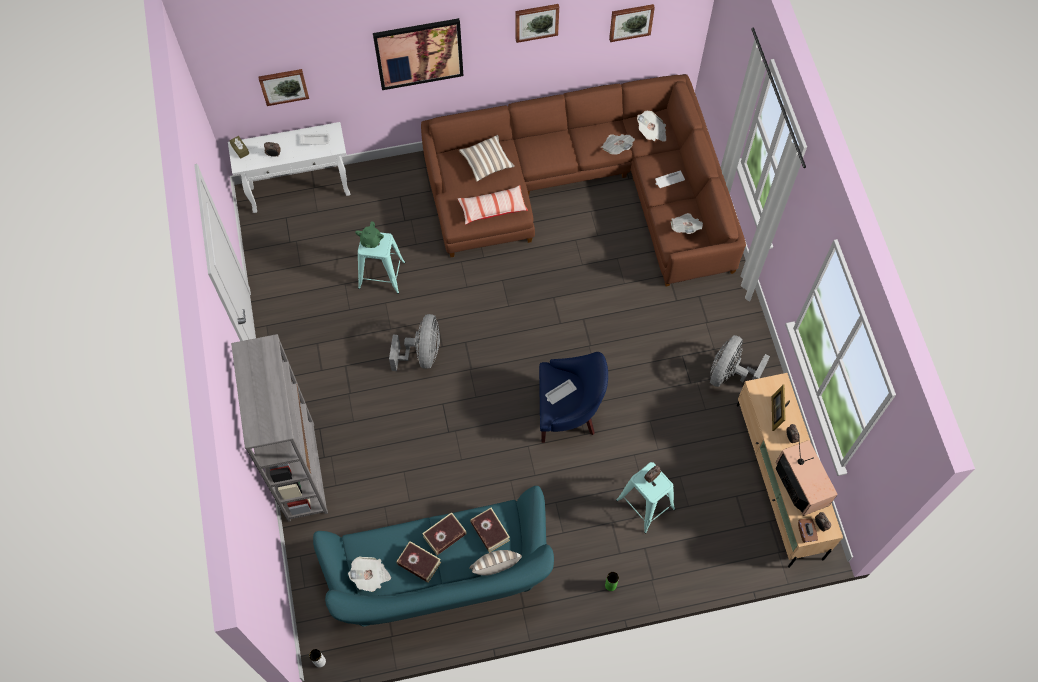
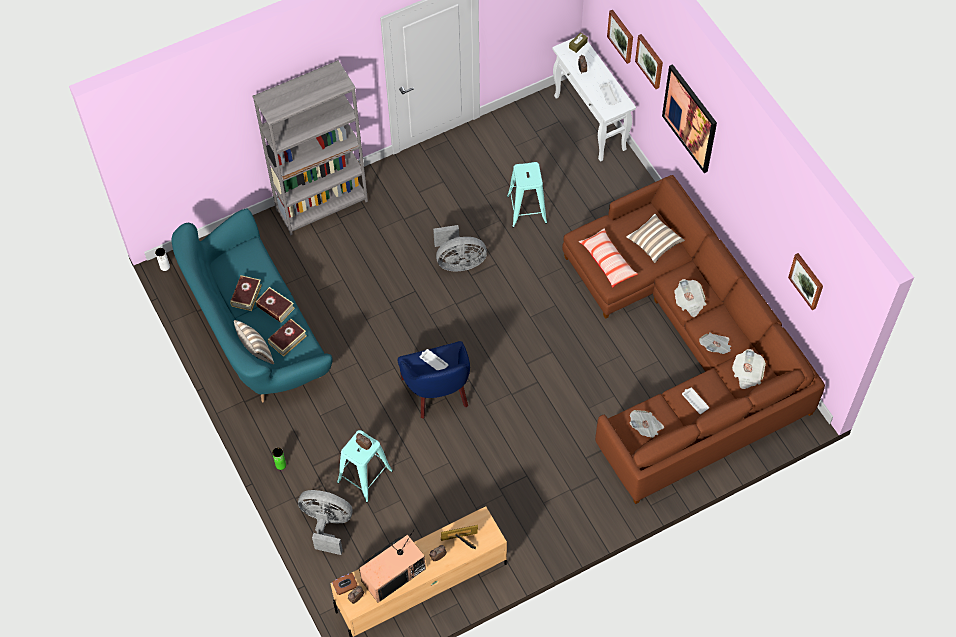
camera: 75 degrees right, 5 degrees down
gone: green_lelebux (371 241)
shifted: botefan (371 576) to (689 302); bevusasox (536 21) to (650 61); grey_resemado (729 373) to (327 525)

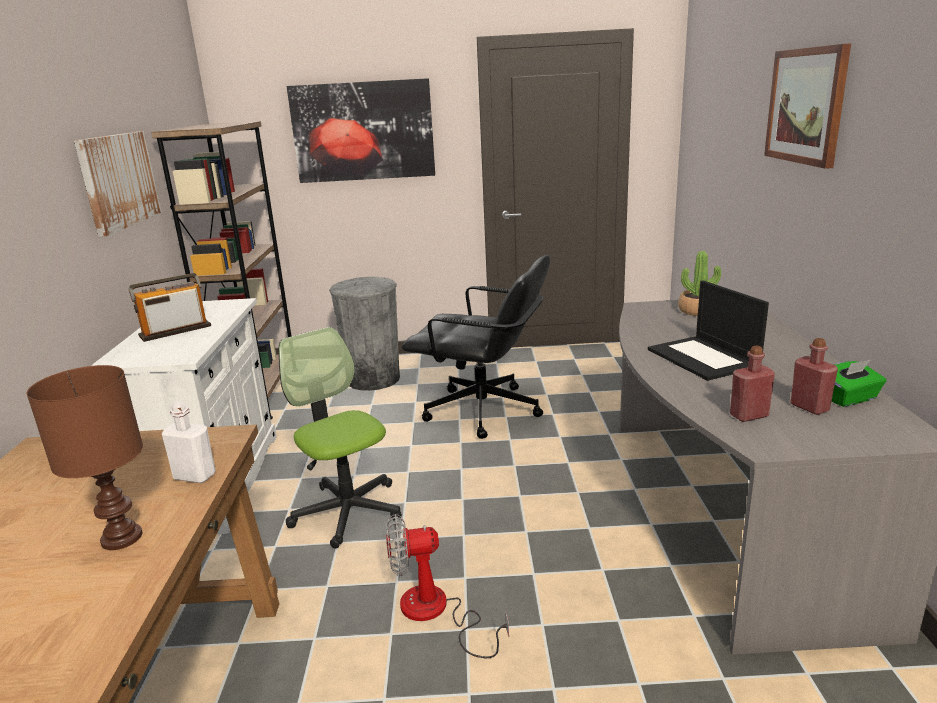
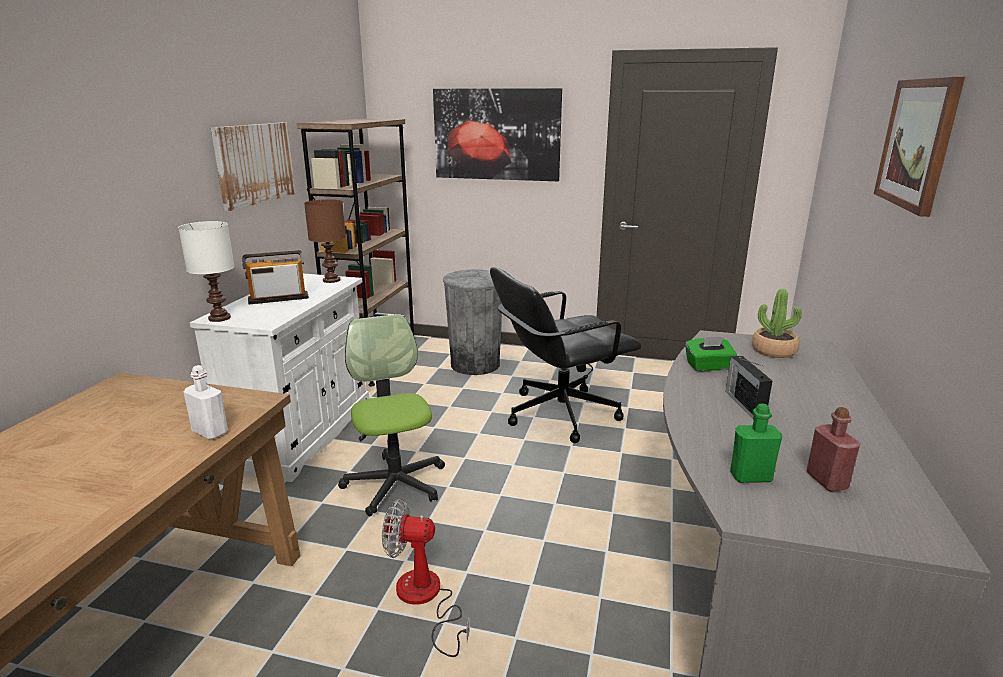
camera: 15 degrees right, 0 degrees up
new: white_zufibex (218 318)
shifted: brown_zufibex (123 537) to (332 280); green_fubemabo (849 398) to (708 367)
swapped: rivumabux (704 358) to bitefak (744 404)
repainted: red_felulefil (749 415) to green_felulefil (750 477)
rotated: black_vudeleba (483 411) = (559 413) 120 degrees clockwise

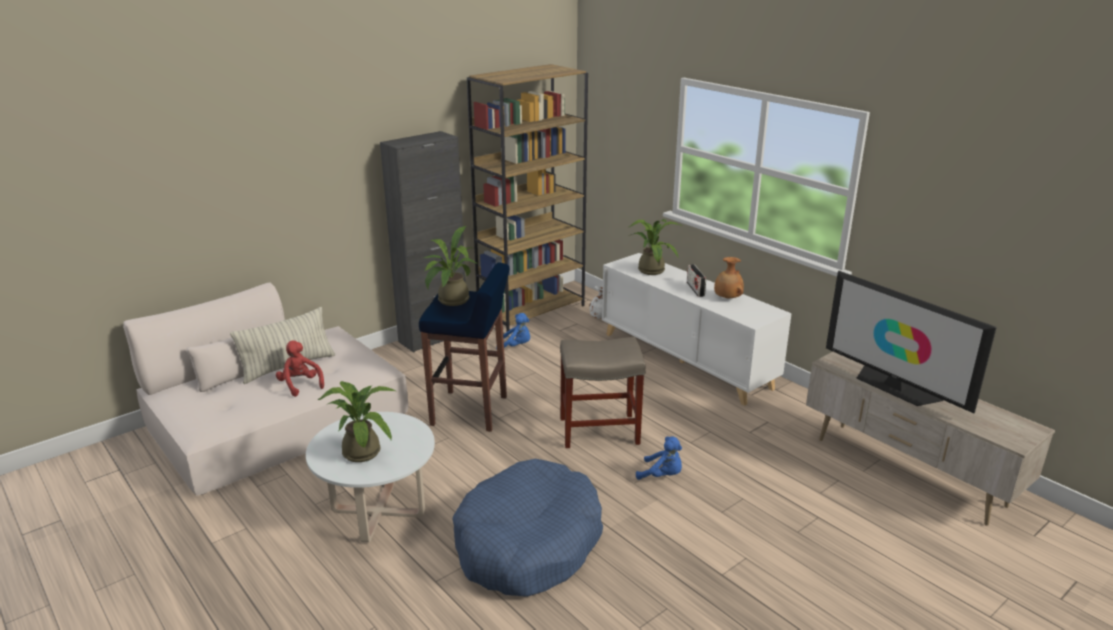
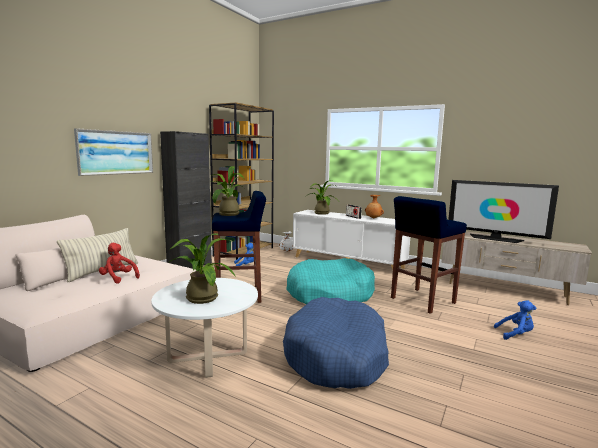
camera: 20 degrees left, 15 degrees down
new: bevusasox (116 152); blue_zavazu (422 301)
shifted: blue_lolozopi (662 475) to (515 334)
swapped: beige_zavazu (600 430) to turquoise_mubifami (329 294)

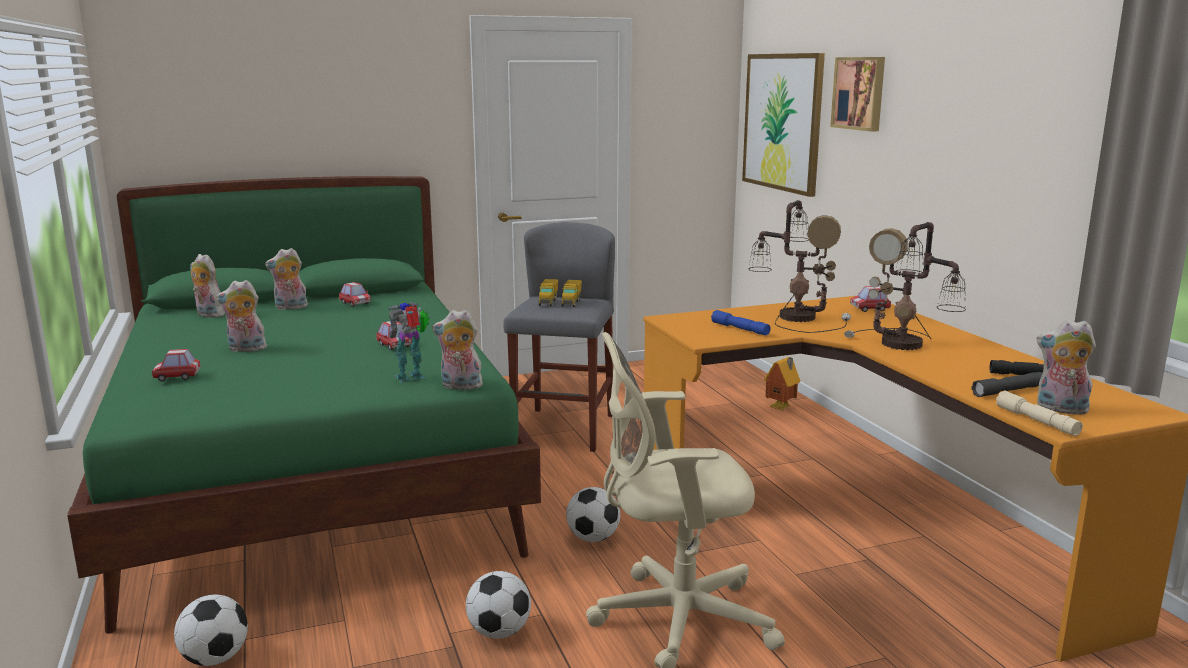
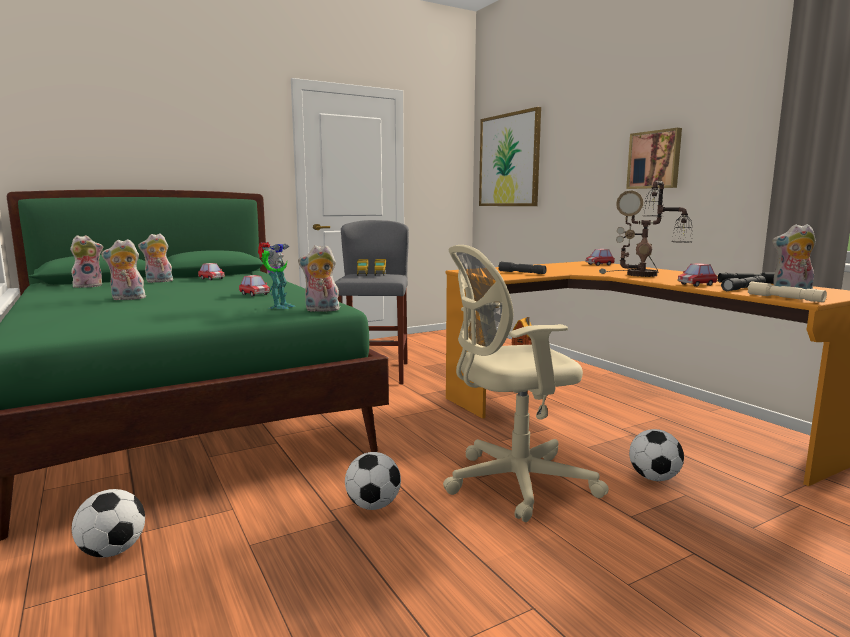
camera: 10 degrees left, 5 degrees down
gone: zufibex (795 317)
shifted: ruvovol (177 376) to (696 284); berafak (593 538) to (654 478); bevusasox (860 93) to (655 160)
repainted: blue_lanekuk (740 329) to grey_lanekuk (522 273)
rotated: lolozopi (208 315) = (88 286) 120 degrees clockwise; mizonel (411 377) = (278 307) 150 degrees clockwise

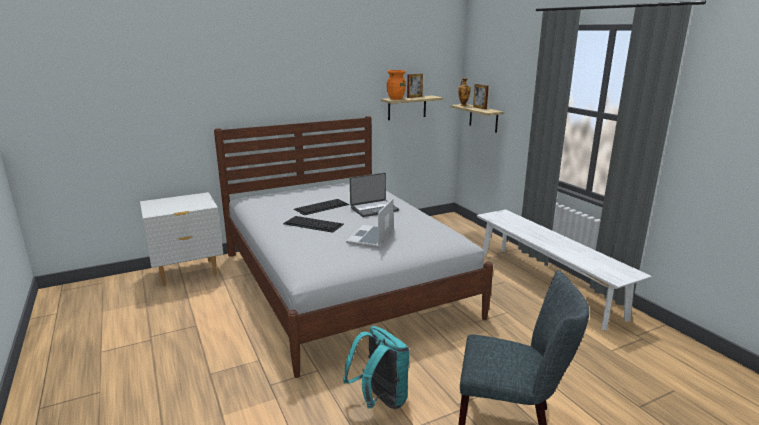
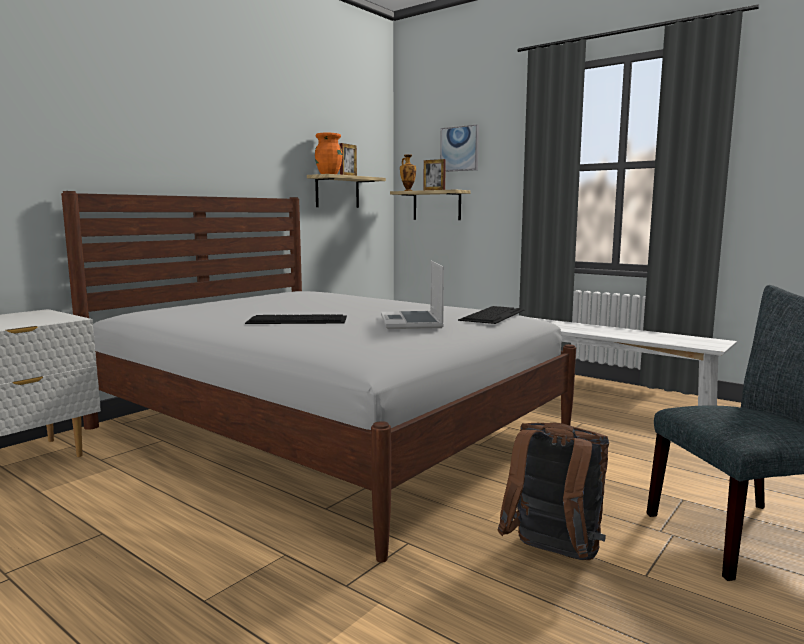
camera: 25 degrees left, 10 degrees down
gone: rivumabux (374 209)
new: bevusasox (459 149)
shifted: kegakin (322 206) to (492 315)
repainted: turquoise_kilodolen (380 400) to brown_kilodolen (552 555)

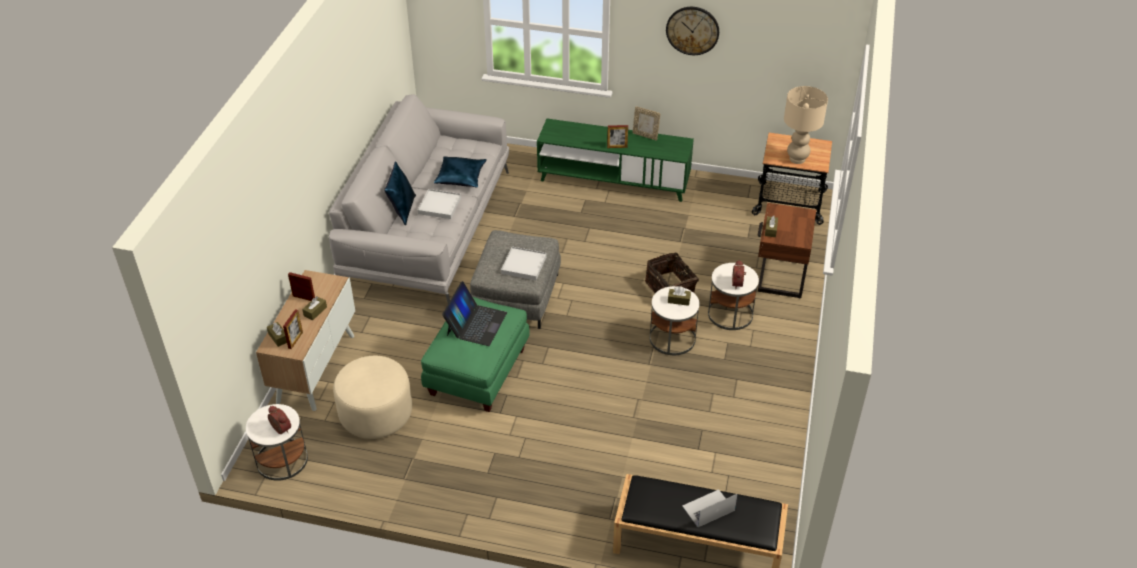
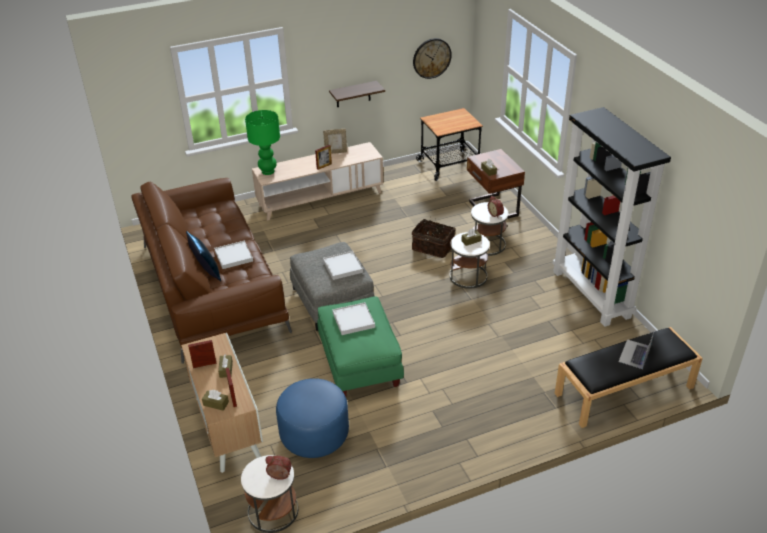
camera: 35 degrees left, 5 degrees down
gone: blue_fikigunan (461 176); beige_zufibex (796 159)
new: green_zufibex (268 171); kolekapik (353 94); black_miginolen (592 294)
shifted: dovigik (692 30) to (431 58)
swapped: rivumabux (476 323) to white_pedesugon (353 320)
repainted: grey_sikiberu (428 226) to brown_sikiberu (212 286); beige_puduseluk (376 414) to blue_puduseluk (314 434); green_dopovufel (613 180) to beige_dopovufel (320 198)

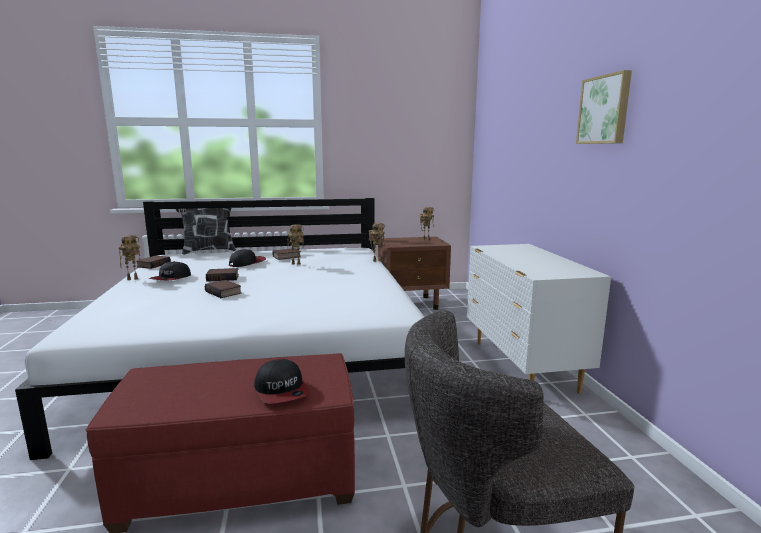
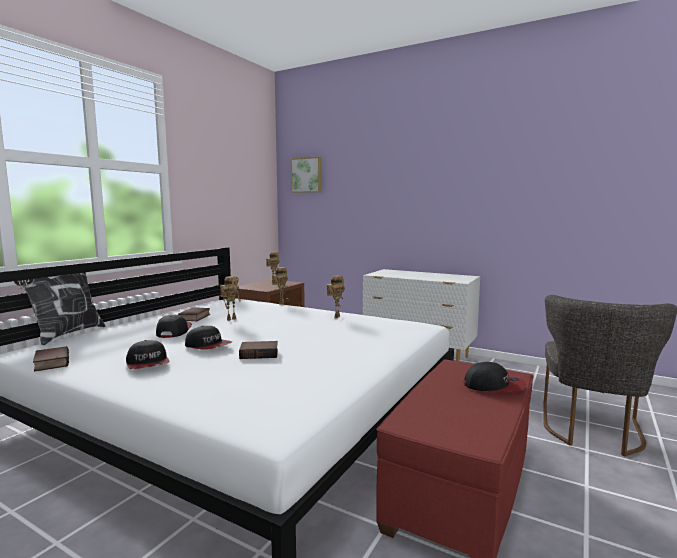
camera: 50 degrees left, 5 degrees down
shifted: mizonel (133 279) to (336 317); bevusasox (605 110) to (307 175)
swapped: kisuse (223 277) to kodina (208 346)

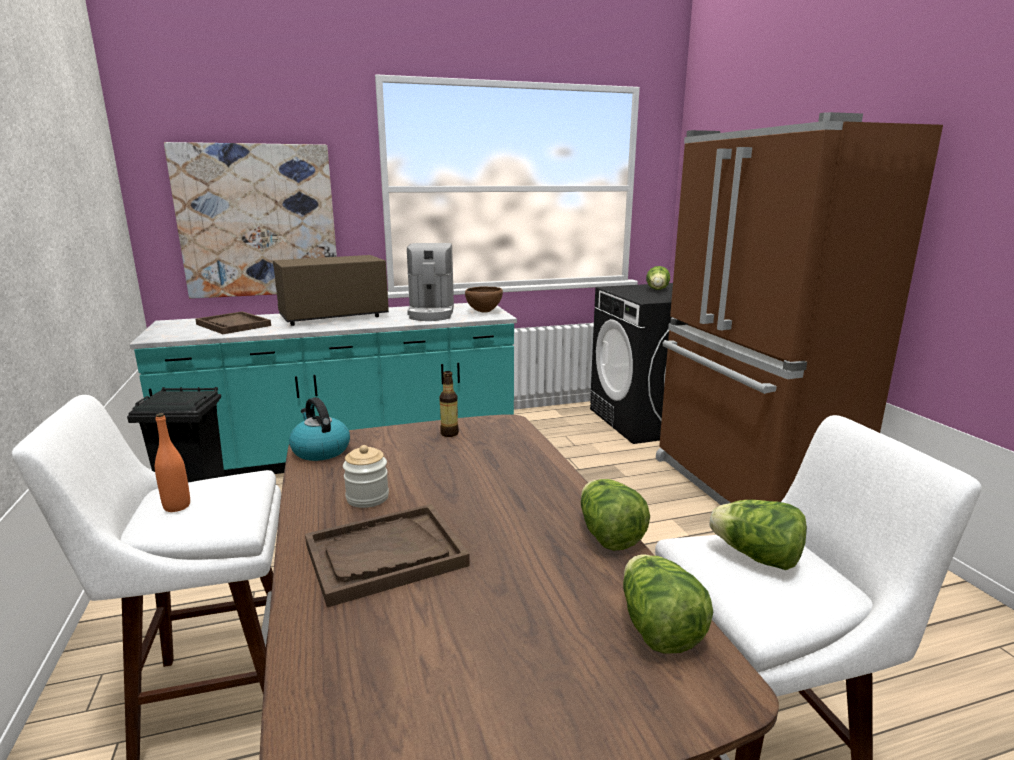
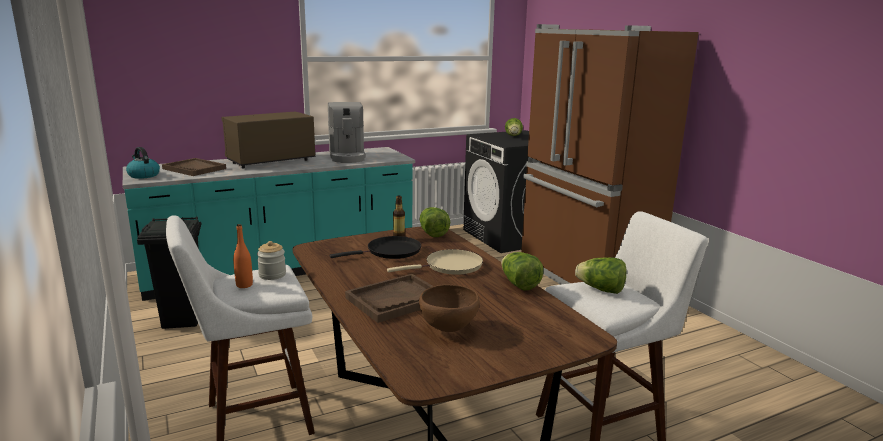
camera: 10 degrees left, 0 degrees up
gone: bevusasox (258 221)
new: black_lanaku (390 252); beige_lanaku (450 266)
shifted: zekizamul (320 450) to (143 175); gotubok (367 498) to (272 275); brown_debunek (484 312) to (448 329); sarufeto (657 628) to (432 233)

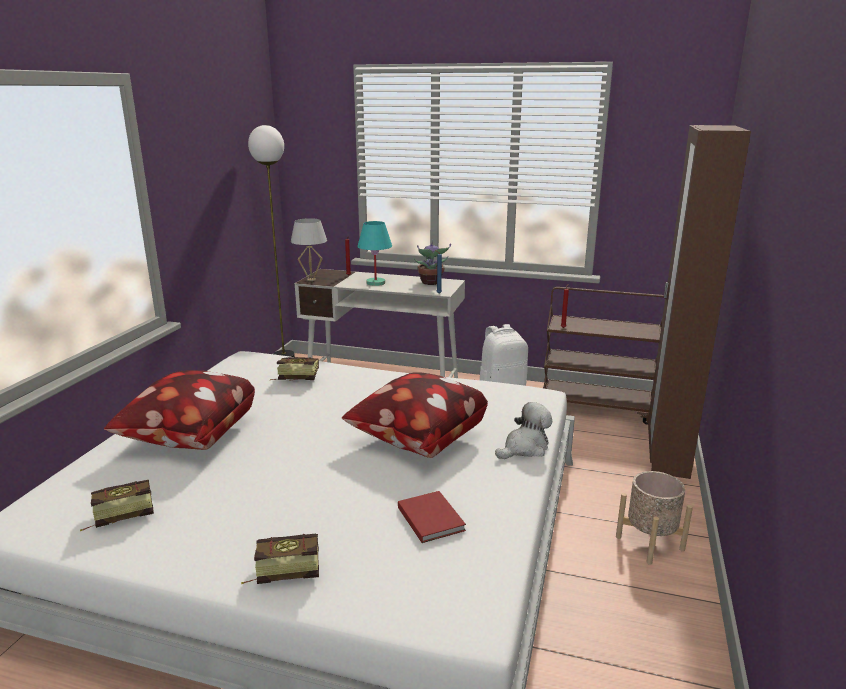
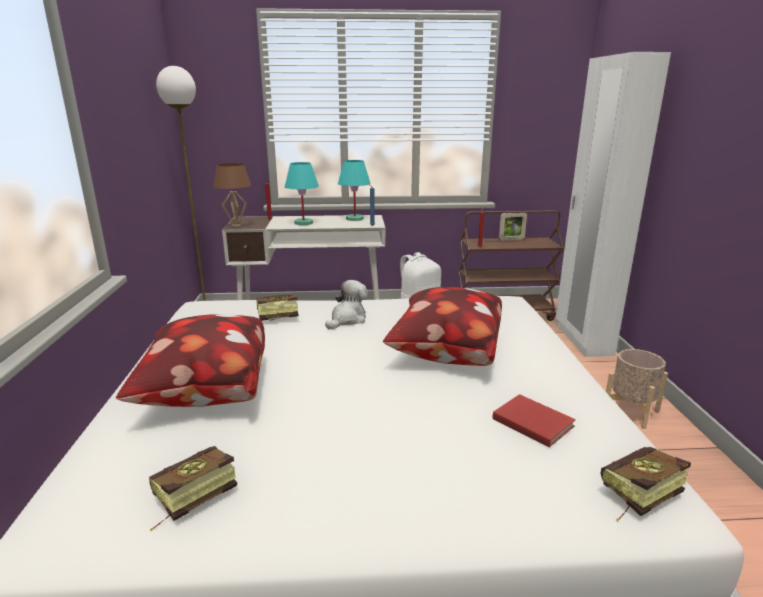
camera: 20 degrees left, 0 degrees up
new: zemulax (511 239)
shifted: kisuse (281 572) to (634 497); lolozopi (524 448) to (347 319)
swapped: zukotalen (430 283) to turquoise_zufibex (354 219)
repainted: white_zufibex (311 280) to brown_zufibex (236 225); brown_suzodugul (666 453) to white_suzodugul (582 339)

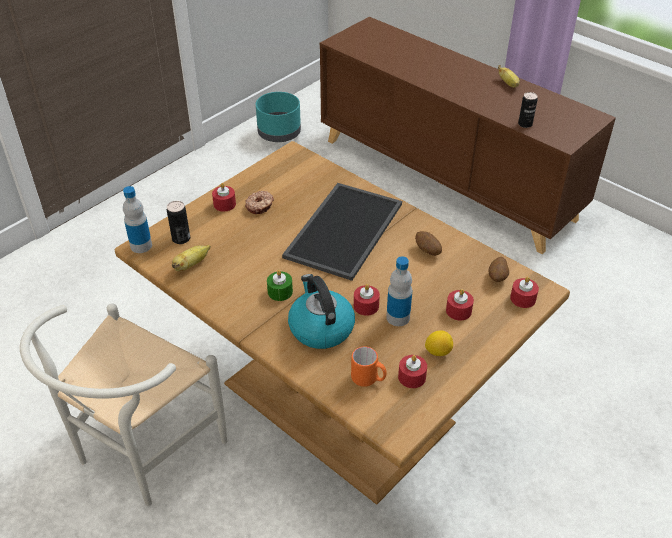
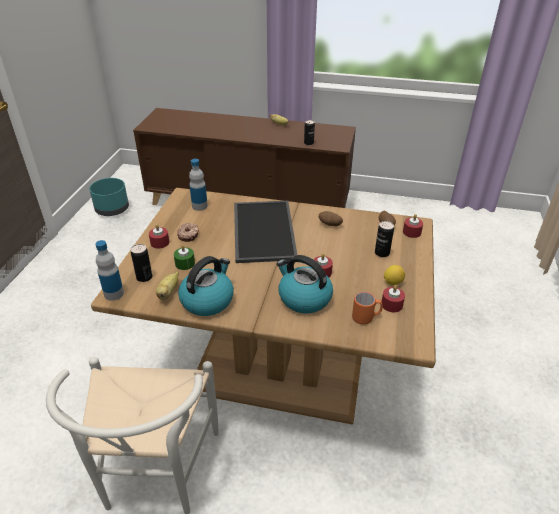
camera: 30 degrees left, 5 degrees down
new: zekizamul (207 300)
shifted: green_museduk (280 292) to (185 263); felulefil (398 317) to (199 206)
swapped: red_museduk (458 311) to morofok (382 253)

